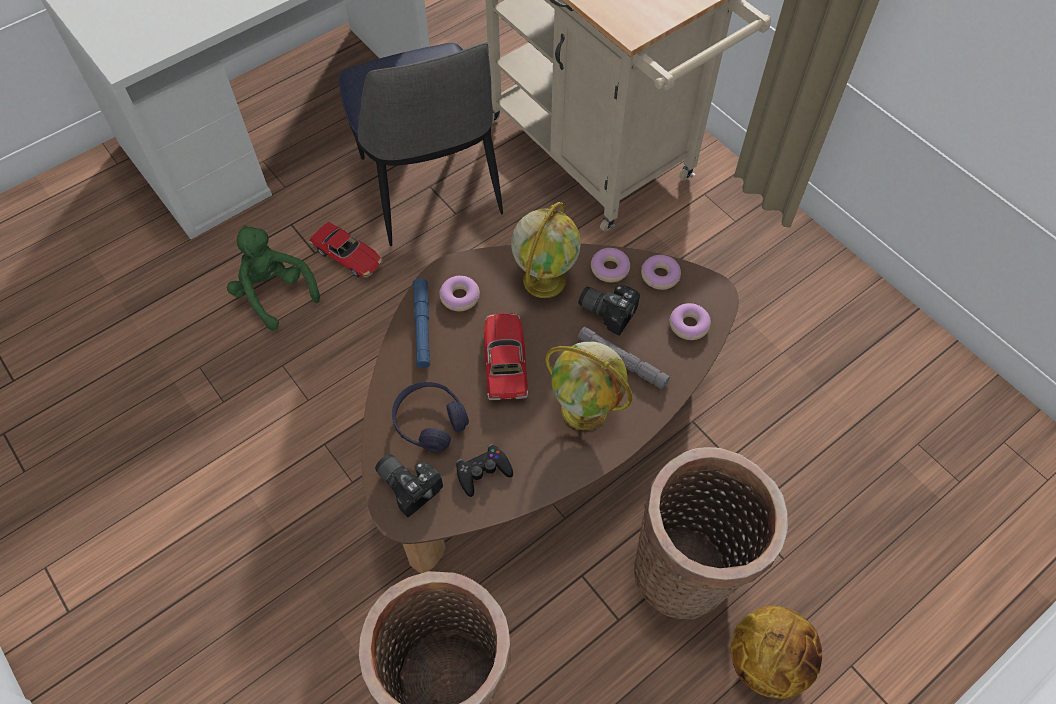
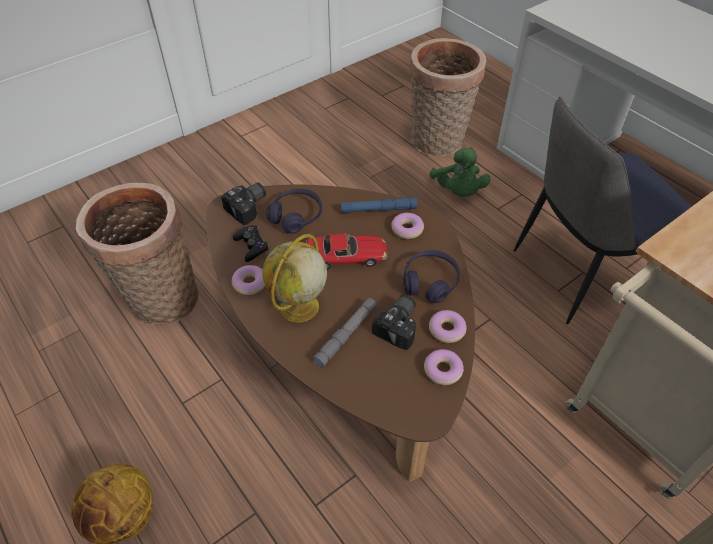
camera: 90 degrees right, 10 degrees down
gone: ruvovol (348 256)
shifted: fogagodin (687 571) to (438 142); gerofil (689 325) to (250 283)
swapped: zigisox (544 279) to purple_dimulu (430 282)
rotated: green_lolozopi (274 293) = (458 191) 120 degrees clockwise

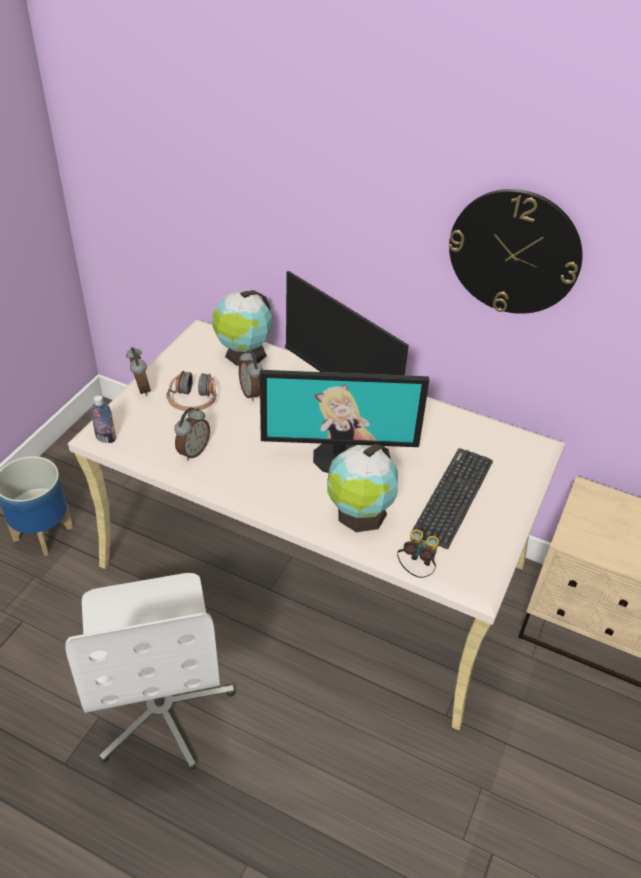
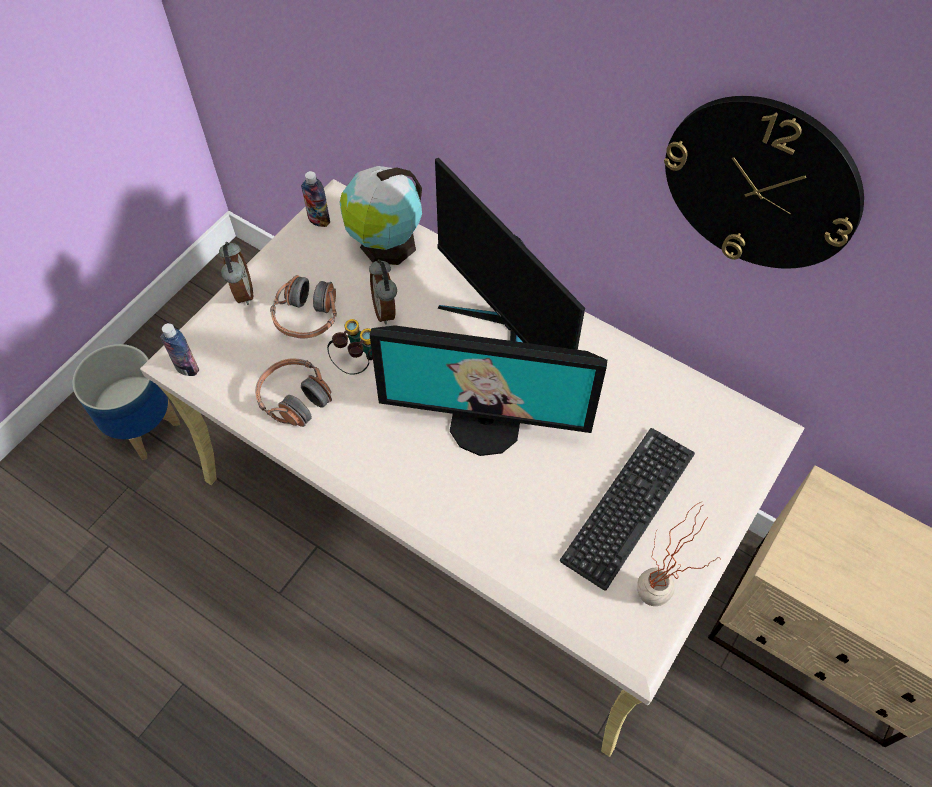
camera: 10 degrees right, 15 degrees up
gone: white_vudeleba (162 707); zigisox (360 515)
new: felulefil (319 220); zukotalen (653 607)
shifted: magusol (416 569) to (355 362)
swapped: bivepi (193 451) to dimulu (295 399)

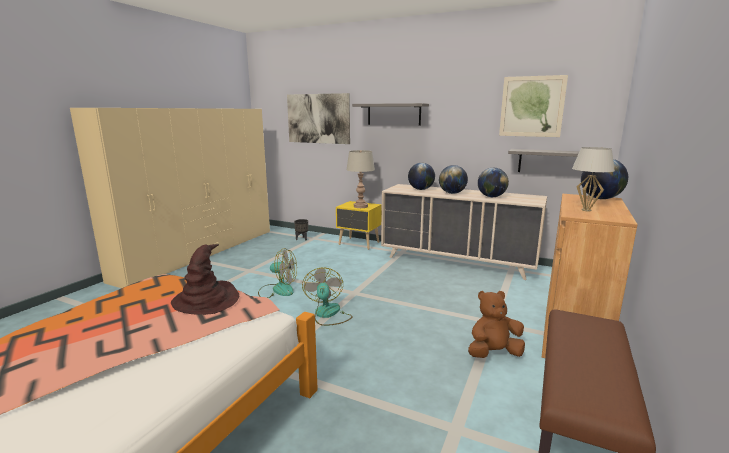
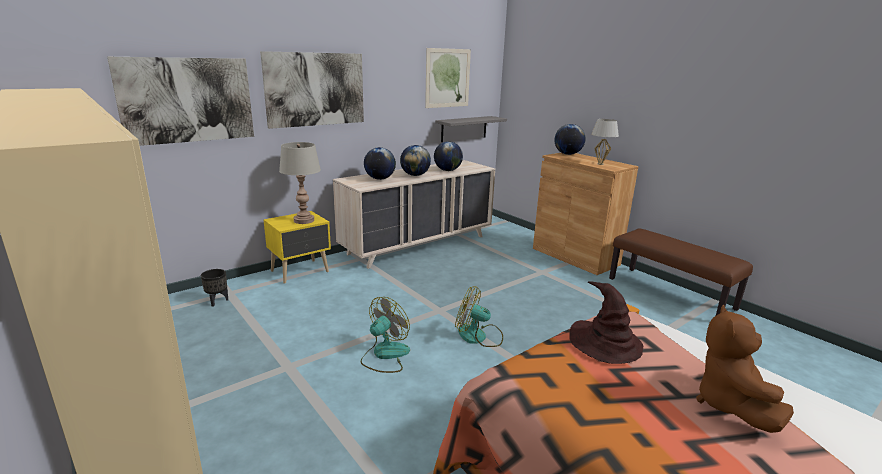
camera: 65 degrees left, 5 degrees up
shifted: brown_lolozopi (493 353) to (730 405)
swapped: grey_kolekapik (394 114) to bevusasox (315 89)

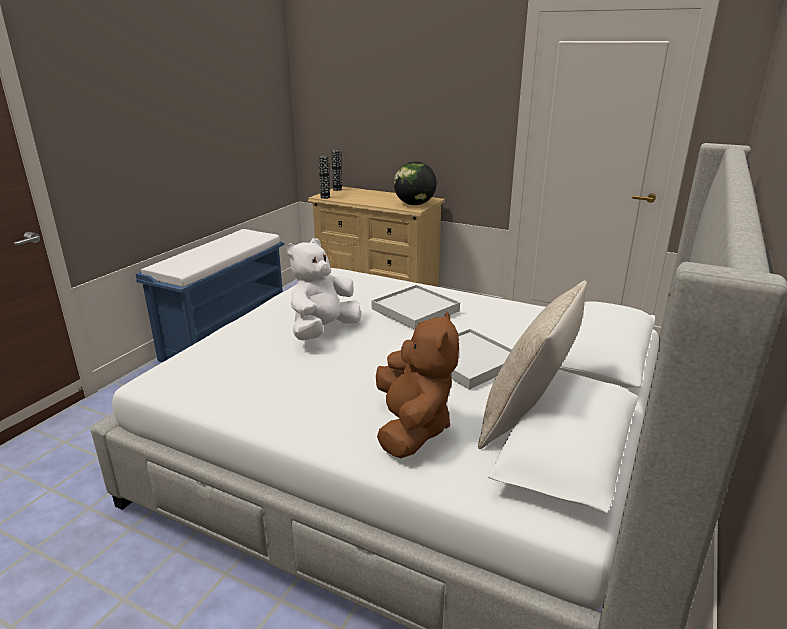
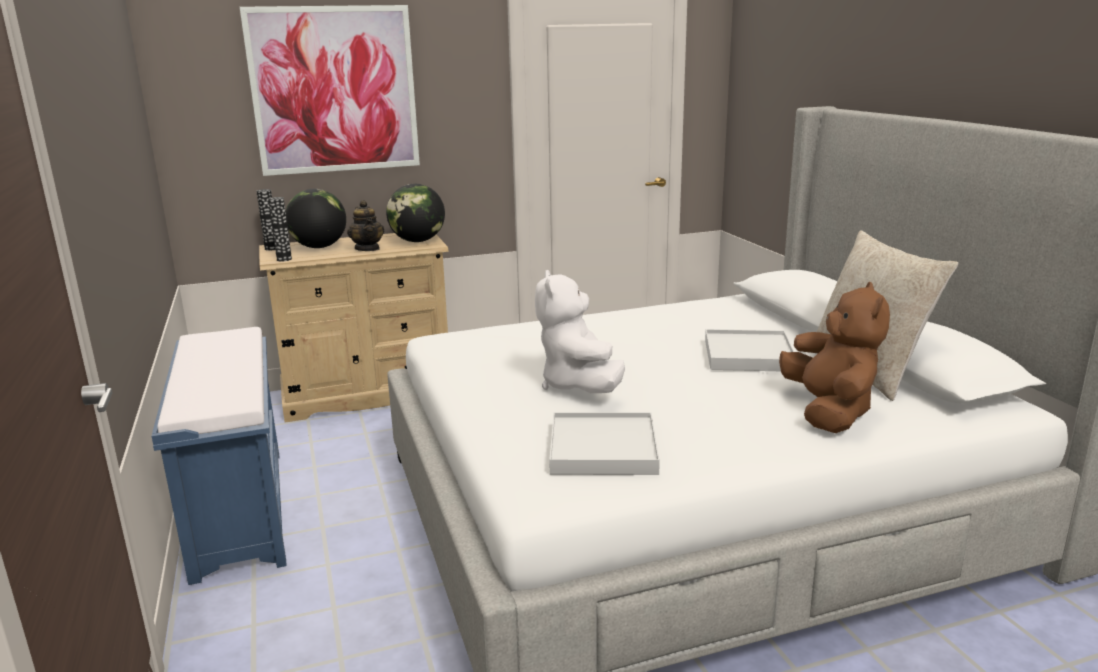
camera: 45 degrees left, 5 degrees down
new: bevusasox (334 90); zigisox (319 247); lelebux (367 249)
shifted: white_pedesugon (415 310) to (603 449)
rotated: brown_lolozopi (412 428) = (829 412) 45 degrees clockwise

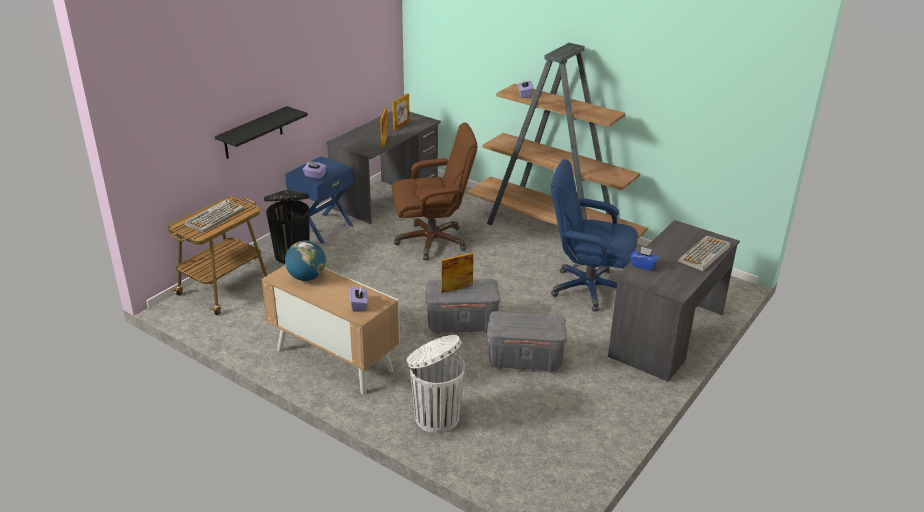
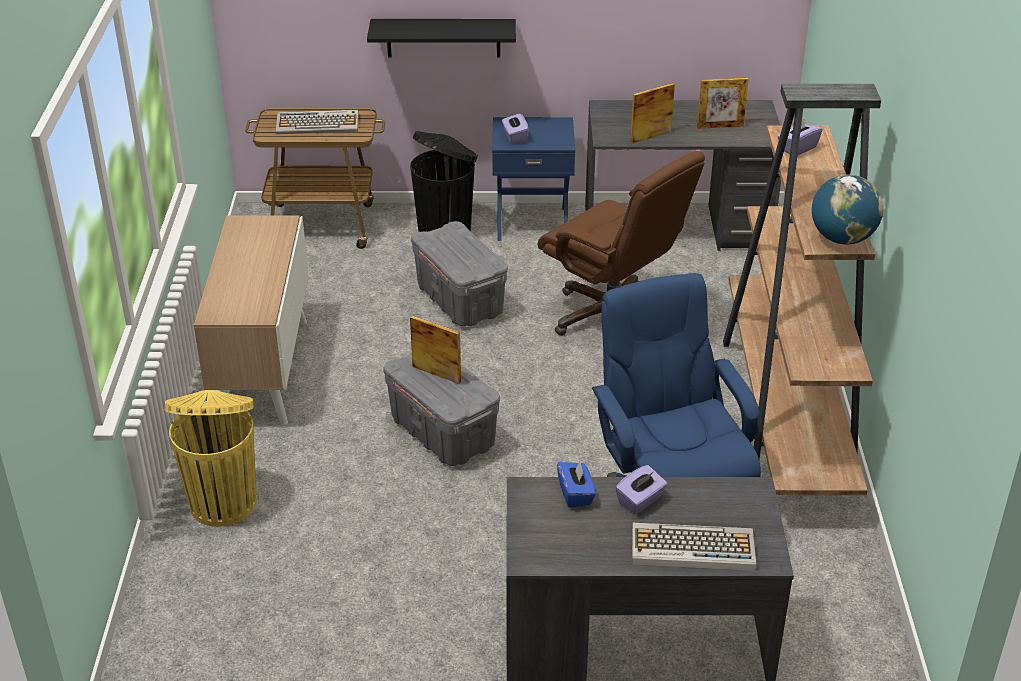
camera: 55 degrees right, 5 degrees up
shifted: zigisox (306 277) to (842 239); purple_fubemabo (359 305) to (640 501); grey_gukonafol (525 360) to (460 301)
repainted: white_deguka (435 417) to yellow_deguka (223 502)

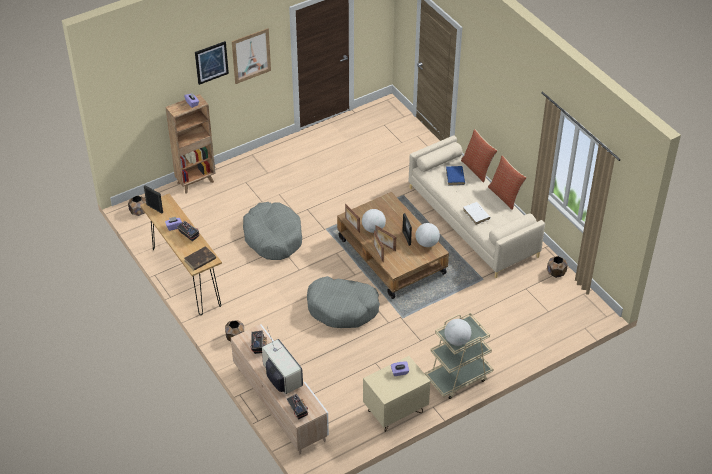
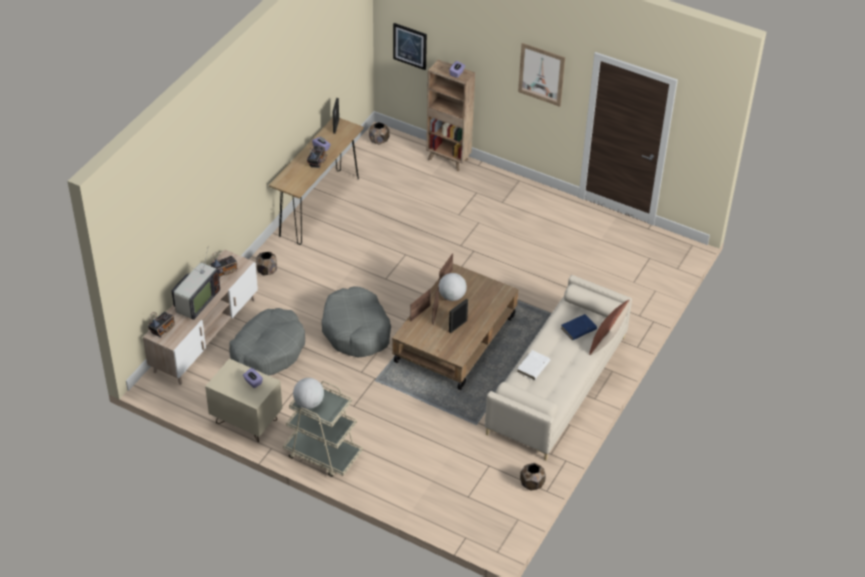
camera: 60 degrees right, 0 degrees up
gone: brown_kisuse (200 260); zigisox (427 243); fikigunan (505 196)
shifted: bevusasox (211 62) to (410 46); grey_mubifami (273 237) to (268 350)

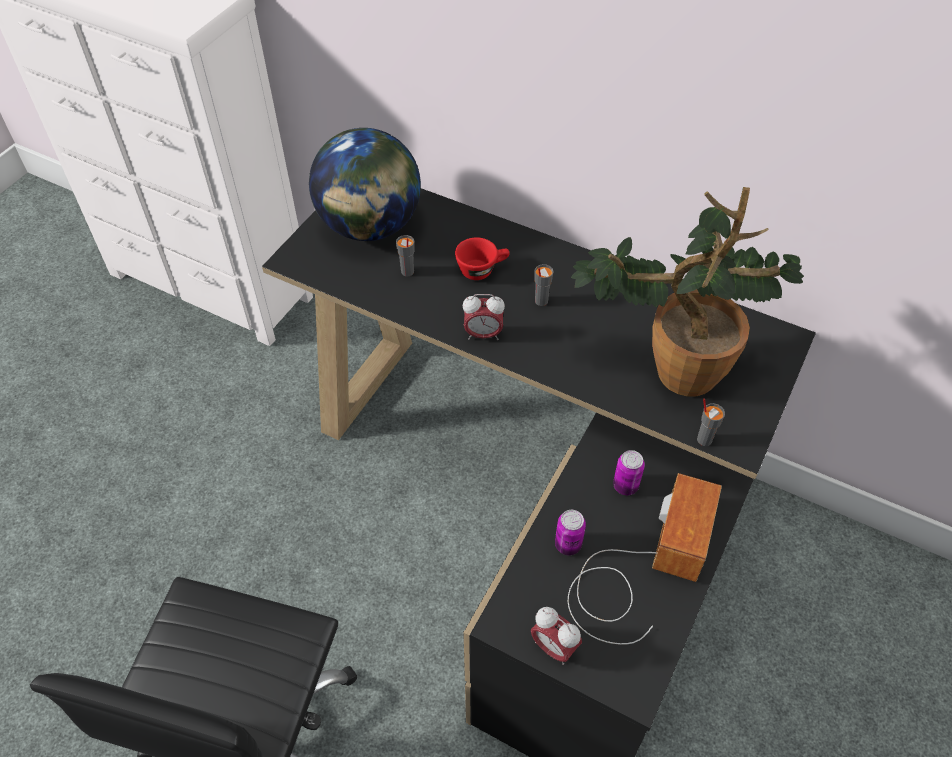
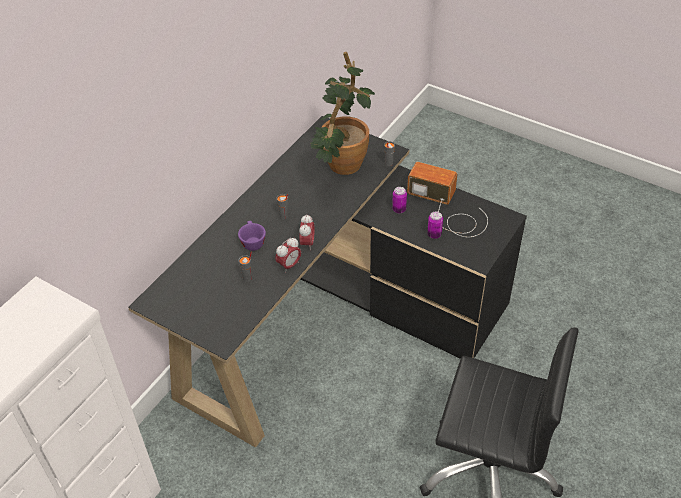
camera: 85 degrees left, 5 degrees down
gone: zigisox (370 226)
shifted: bivepi (553 647) to (289 265)
repainted: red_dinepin (482 269) to purple_dinepin (252 242)

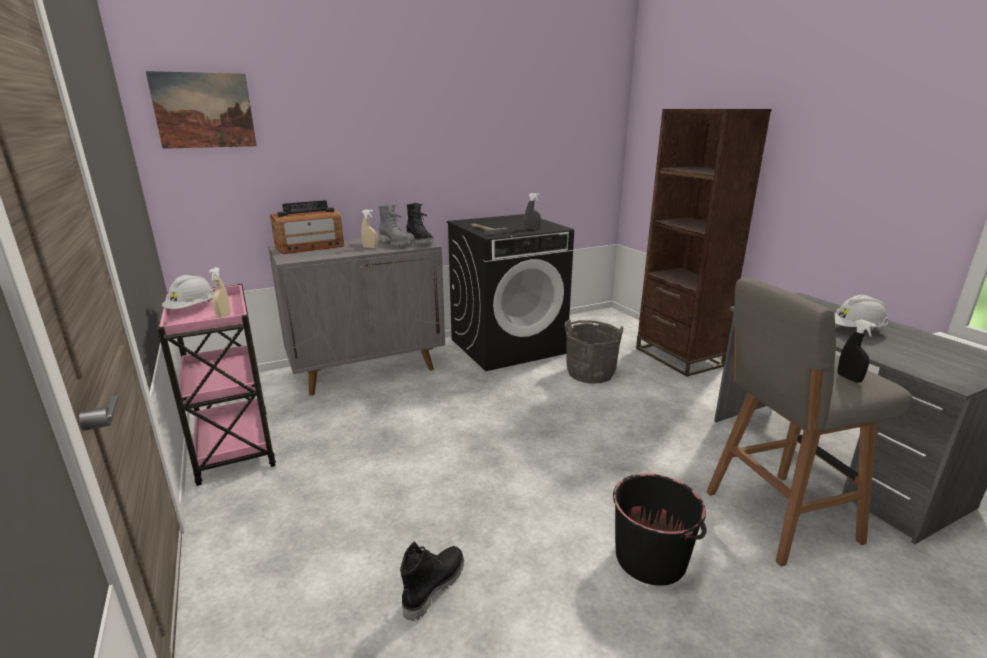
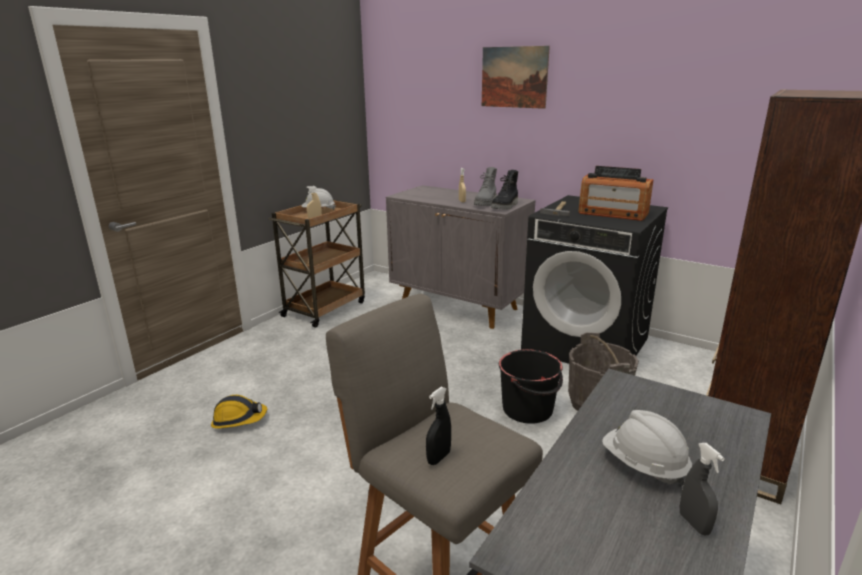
camera: 60 degrees right, 0 degrees up
shifted: bevusasox (204 110) to (514 77); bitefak (310 247) to (613 213); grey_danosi (532 229) to (694 524); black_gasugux (651 558) to (528 410)
swapped: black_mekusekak (433 586) to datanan (239 420)
repainted: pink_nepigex (234 445) to brown_nepigex (325 308)

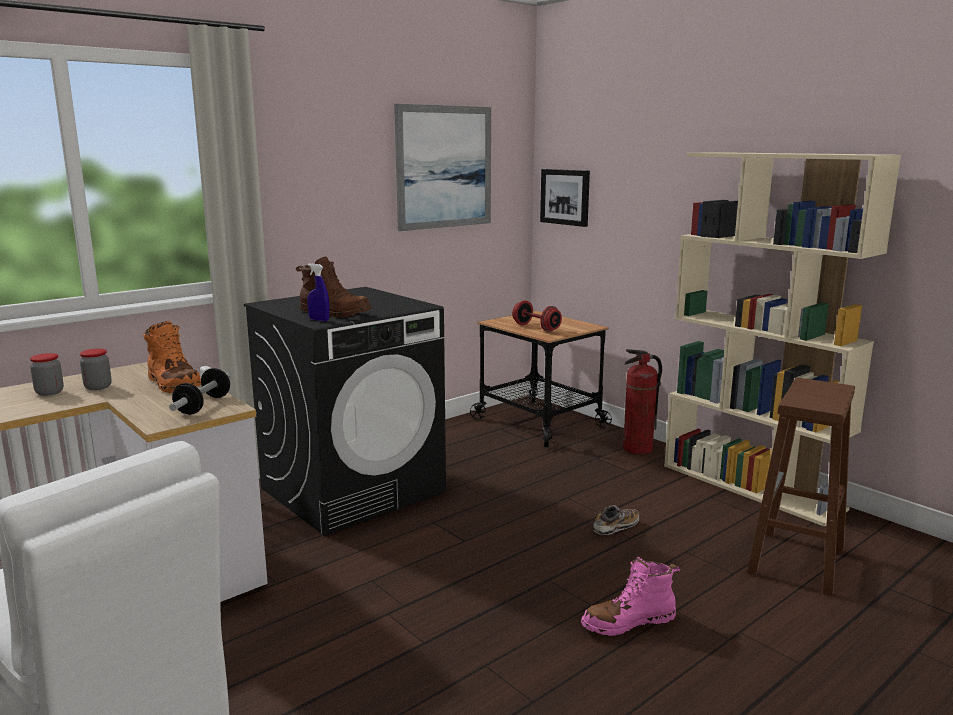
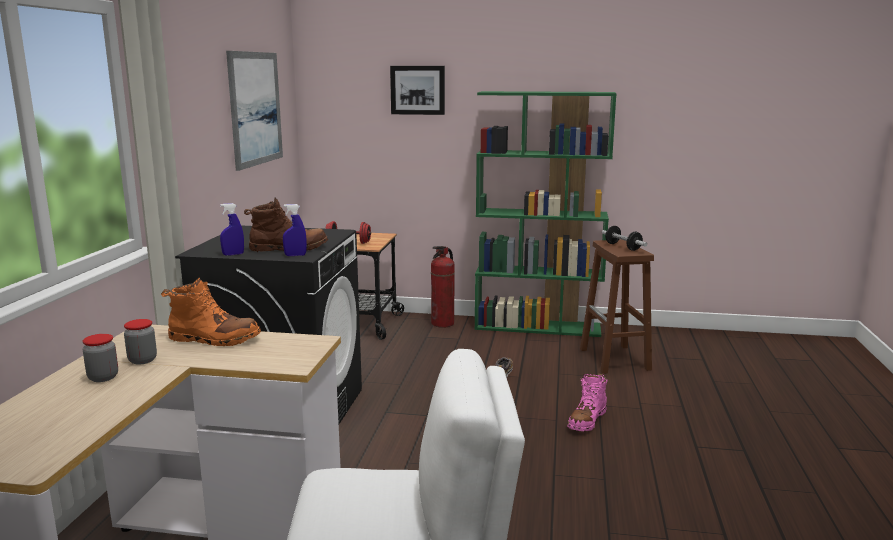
camera: 40 degrees left, 0 degrees up
new: blue_danosi (233 254)
shifted: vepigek (203 405) to (623 247); bevusasox (565 197) to (417 90)
repainted: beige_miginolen (752 487) to green_miginolen (538 327)

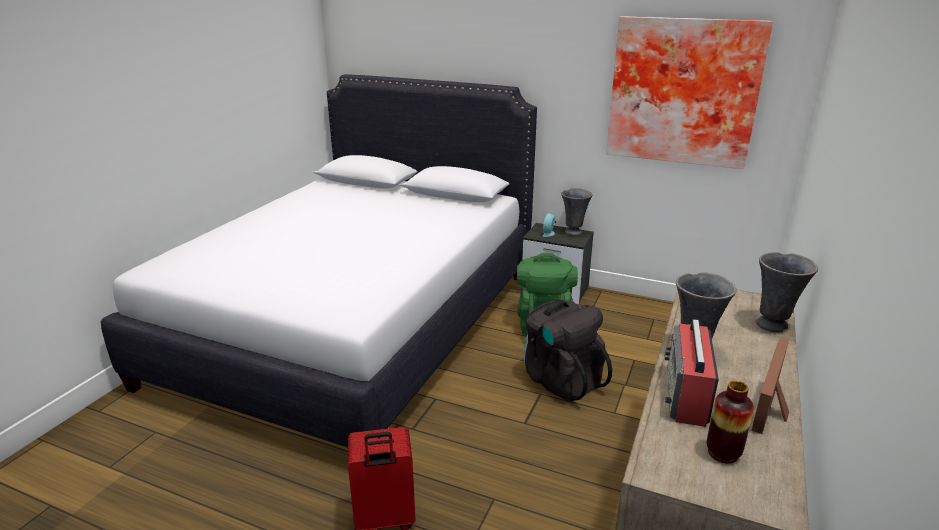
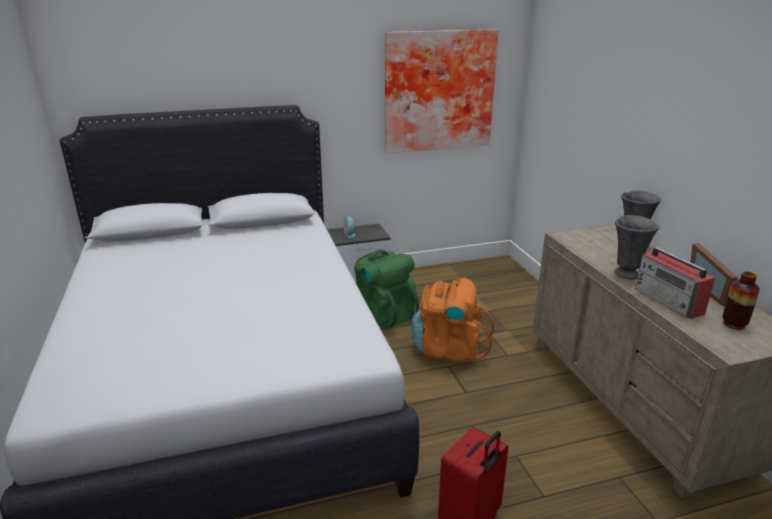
camera: 40 degrees left, 0 degrees up
gone: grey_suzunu (573 232)
repainted: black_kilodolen (561 380) to orange_kilodolen (448 349)

